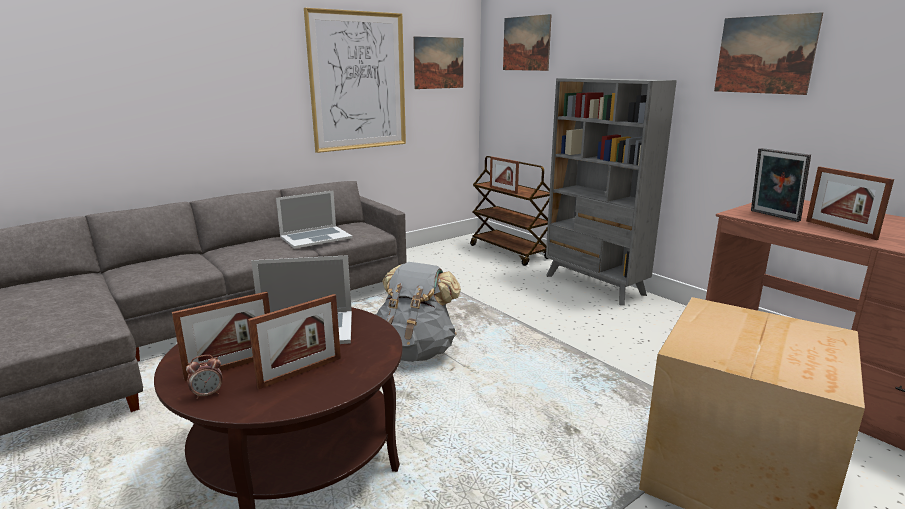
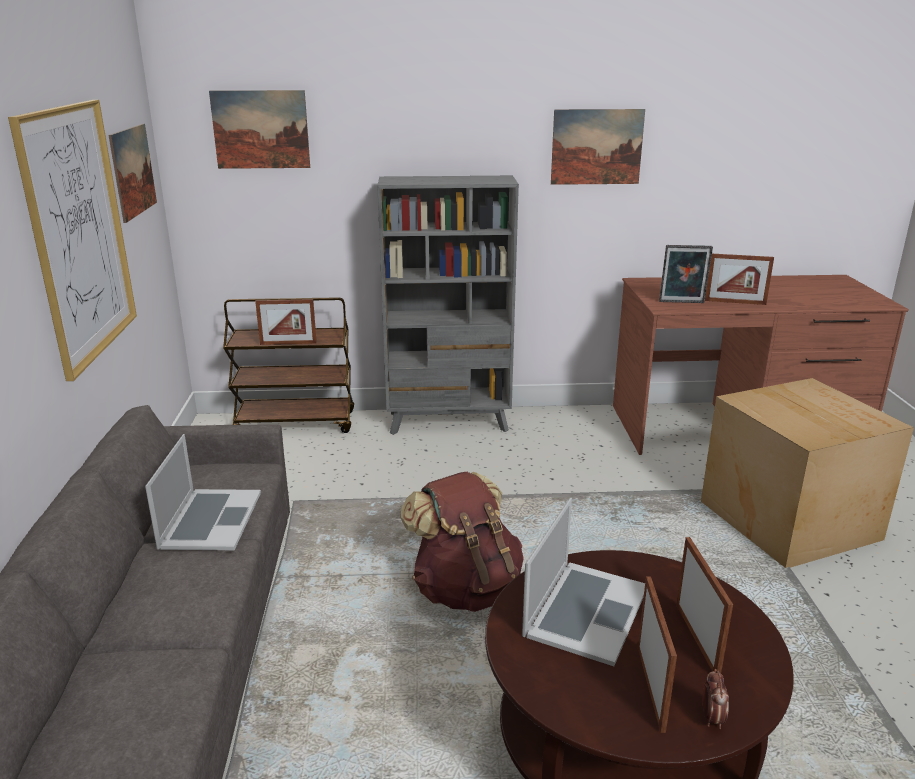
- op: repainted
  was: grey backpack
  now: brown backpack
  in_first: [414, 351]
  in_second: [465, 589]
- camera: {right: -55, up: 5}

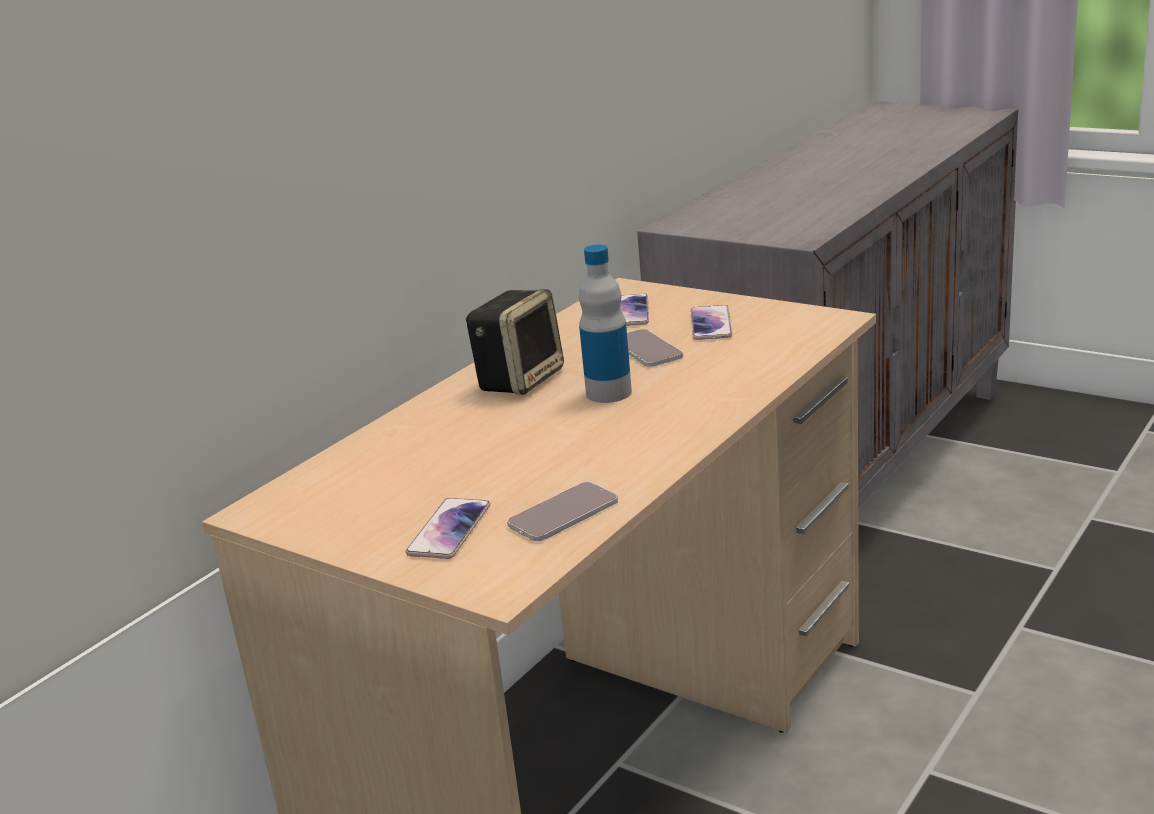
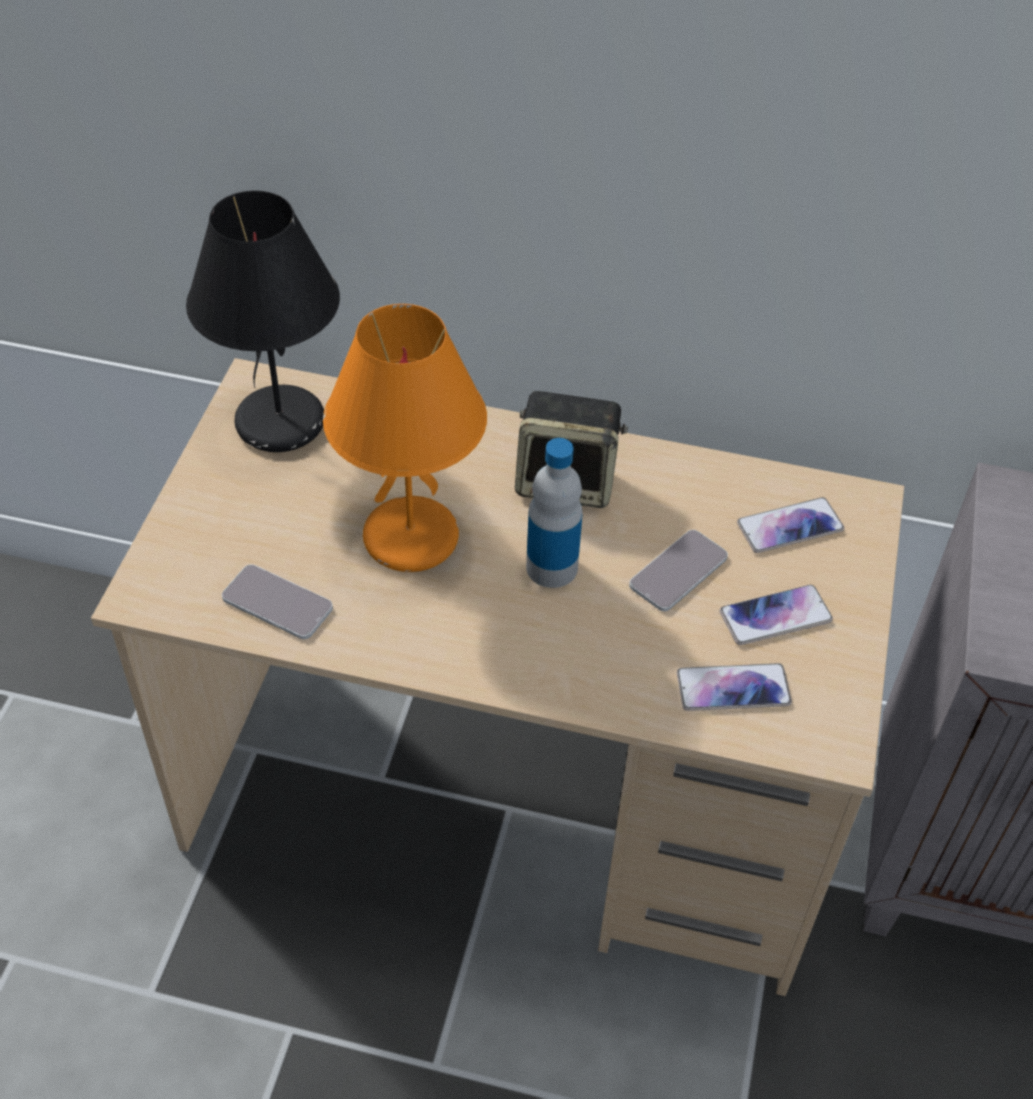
- op: new
  now: black table lamp
  in_second: [281, 424]
- op: new
  now: orange table lamp
  in_second: [412, 536]
- op: shifted
  was: phone
  in_first: [449, 530]
  in_second: [733, 688]
- camera: {right: 65, up: 25}

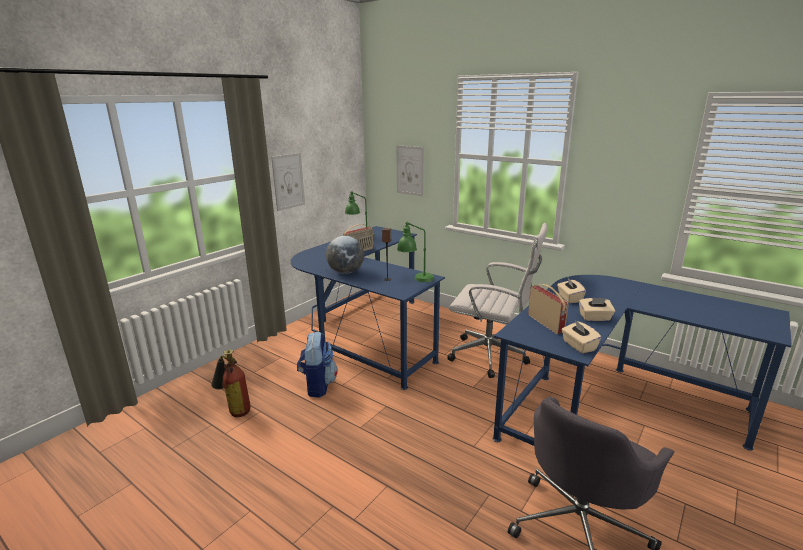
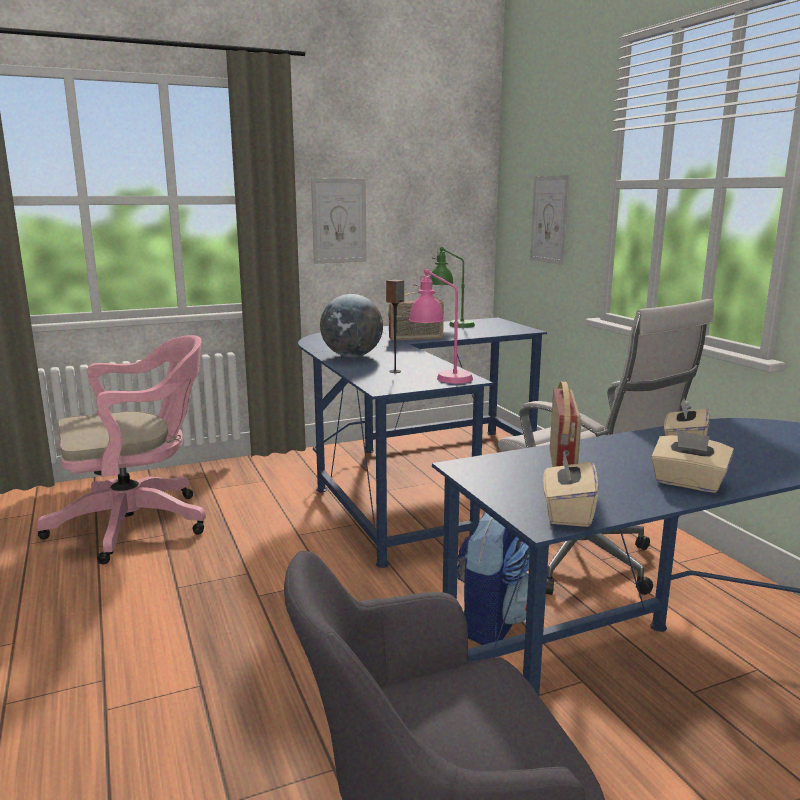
- op: shifted
  was: backpack
  in_first: [317, 386]
  in_second: [492, 622]
- op: swapped
  was: fire extinguisher
  now: pink office chair
  in_first: [234, 409]
  in_second: [139, 523]
- op: repainted
  was: green table lamp
  now: pink table lamp
  in_first: [415, 279]
  in_second: [439, 377]
- camera: {right: 30, up: -5}

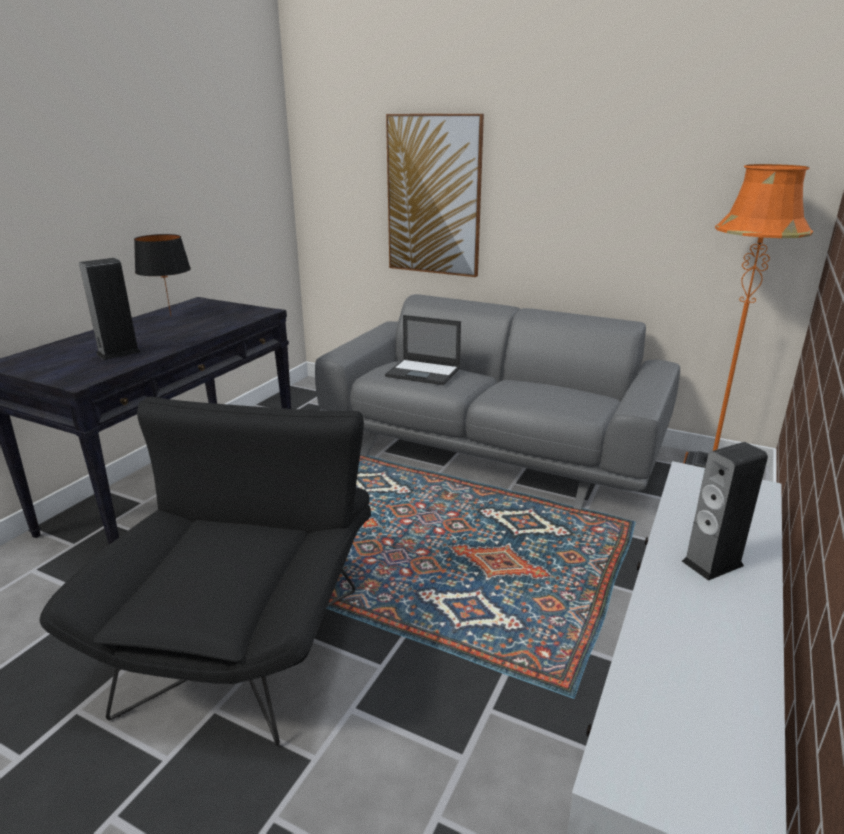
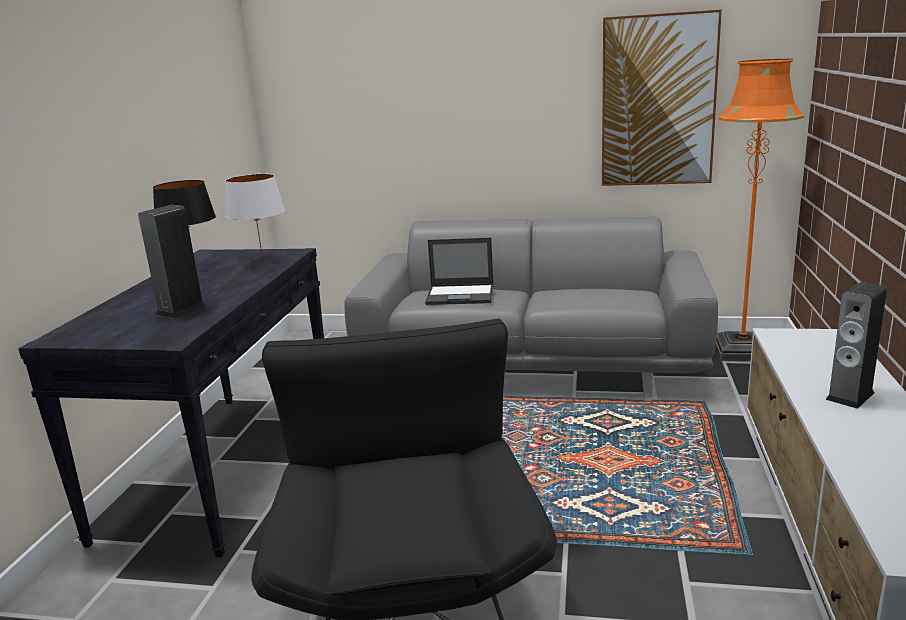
- op: new
  now: white table lamp
  in_second: [262, 263]
- op: shifted
  was: picture
  in_first: [434, 196]
  in_second: [658, 101]
- camera: {right: -15, up: -5}

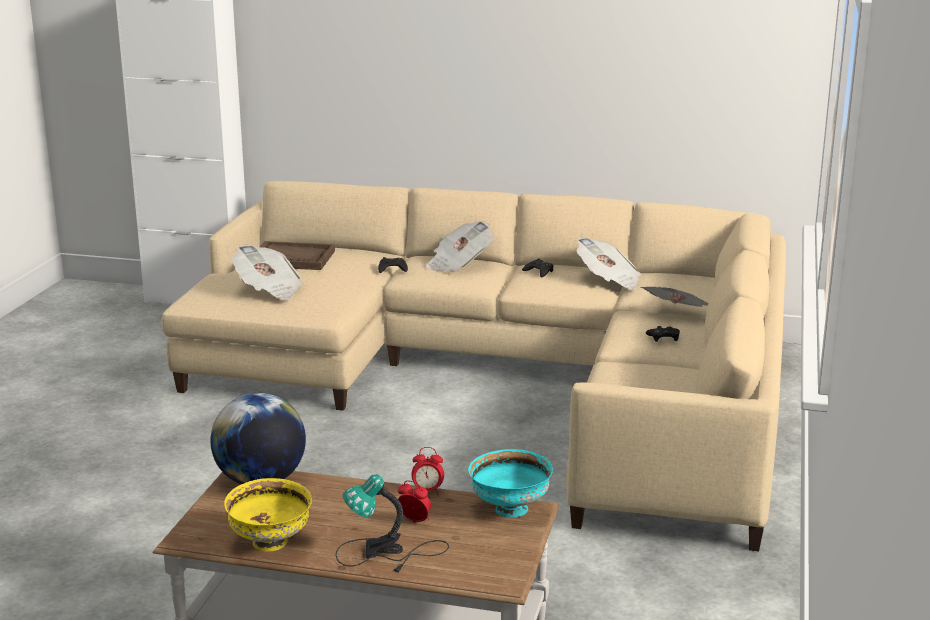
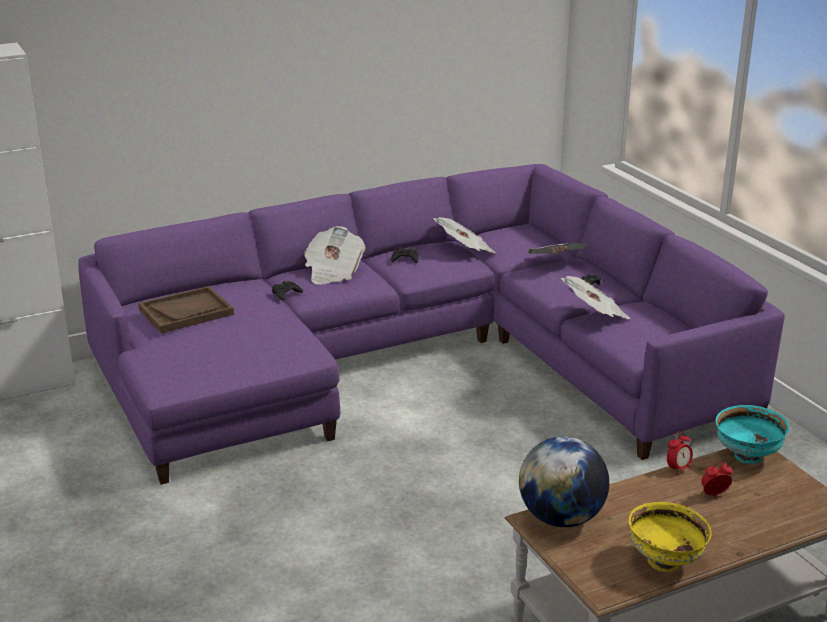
- op: gone
  was: table lamp
  in_first: [388, 553]
- op: shifted
  was: newspaper
  in_first: [269, 290]
  in_second: [594, 314]
- op: repainted
  was: beige sofa
  now: purple sofa
  in_first: [510, 381]
  in_second: [416, 362]
- camera: {right: -40, up: 5}

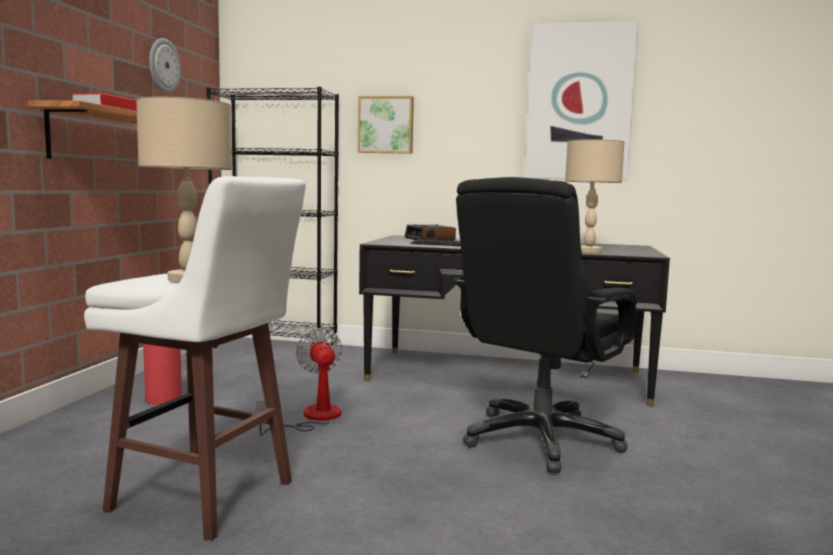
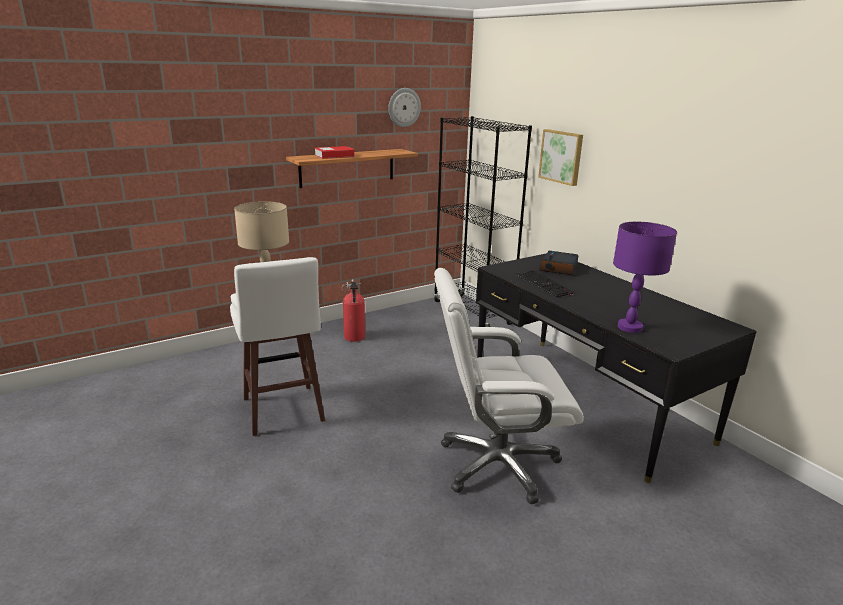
- op: gone
  was: fan
  in_first: [312, 418]
- op: gone
  was: picture
  in_first: [579, 103]
- op: repainted
  was: black office chair
  now: white office chair
  in_first: [540, 439]
  in_second: [496, 464]
- op: repainted
  was: beige table lamp
  now: purple table lamp
  in_first: [589, 251]
  in_second: [629, 327]
- camera: {right: 45, up: 15}

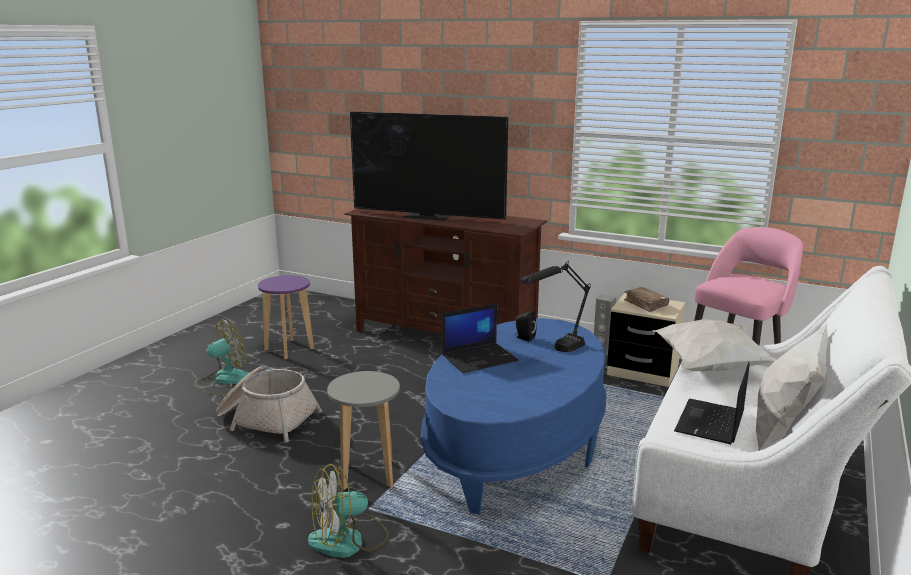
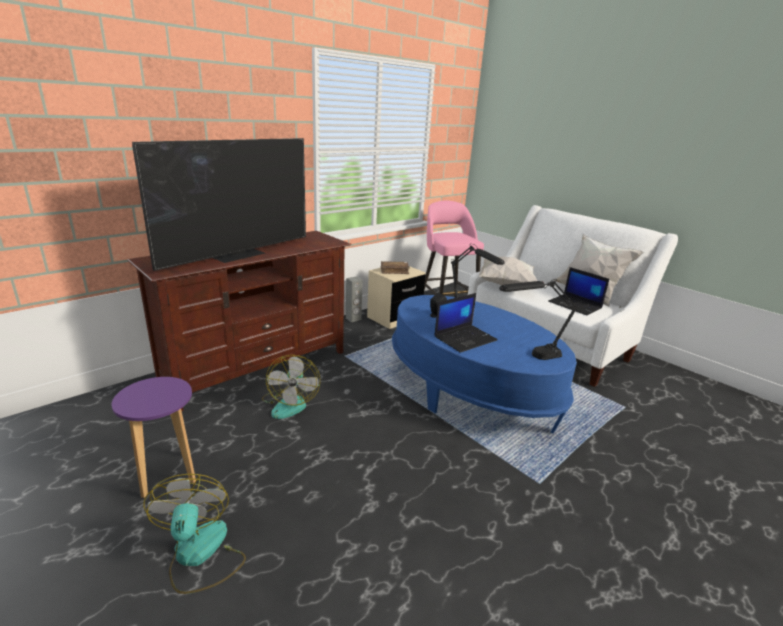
- op: gone
  was: basket
  in_first: [267, 418]
- op: gone
  was: grey stool
  in_first: [368, 475]
- op: new
  now: black table lamp
  in_second: [529, 357]
- op: shifted
  was: fan
  in_first: [349, 540]
  in_second: [290, 403]
- op: rotated
  was: laptop
  in_first: [480, 358]
  in_second: [465, 338]
  clockwise: 60
- camera: {right: -70, up: 5}

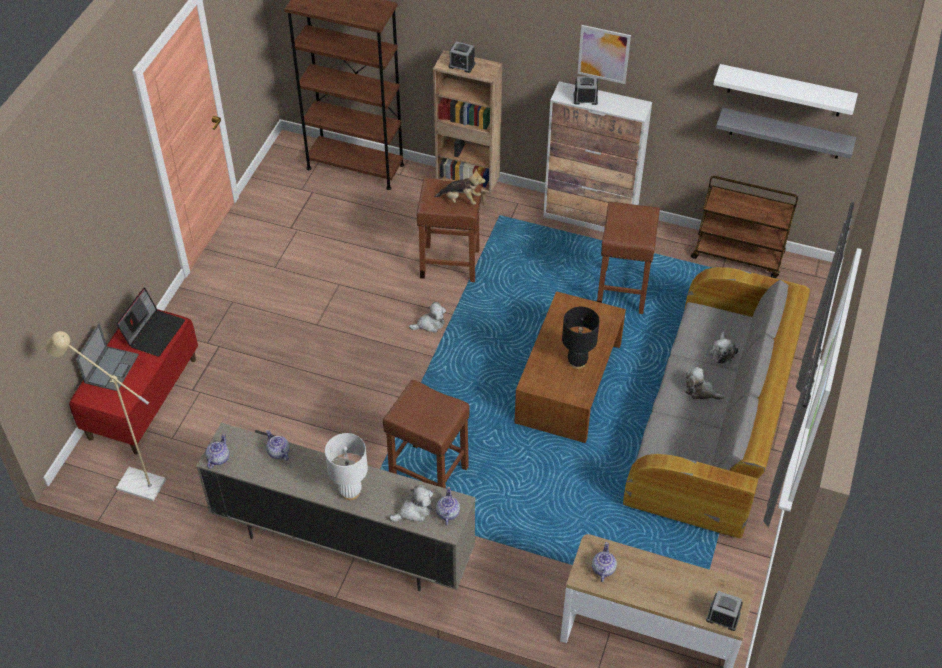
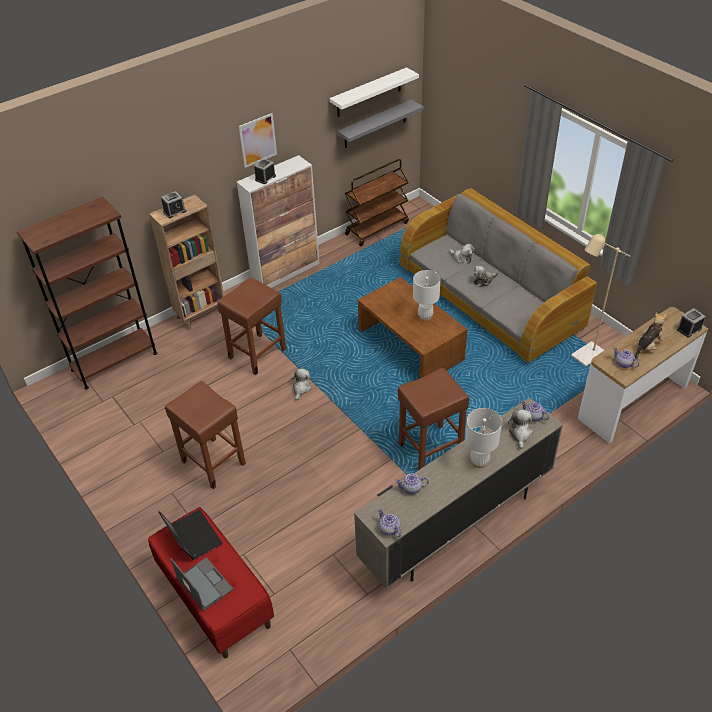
- op: shifted
  was: beige floor lamp
  in_first: [133, 482]
  in_second: [584, 357]
- op: shifted
  was: plush toy
  in_first: [461, 200]
  in_second: [647, 347]
- op: shifted
  was: brown stool
  in_first: [622, 290]
  in_second: [212, 462]
- op: repainted
  was: black table lamp
  now: white table lamp
  in_first: [577, 362]
  in_second: [425, 316]
- camera: {right: -55, up: -5}

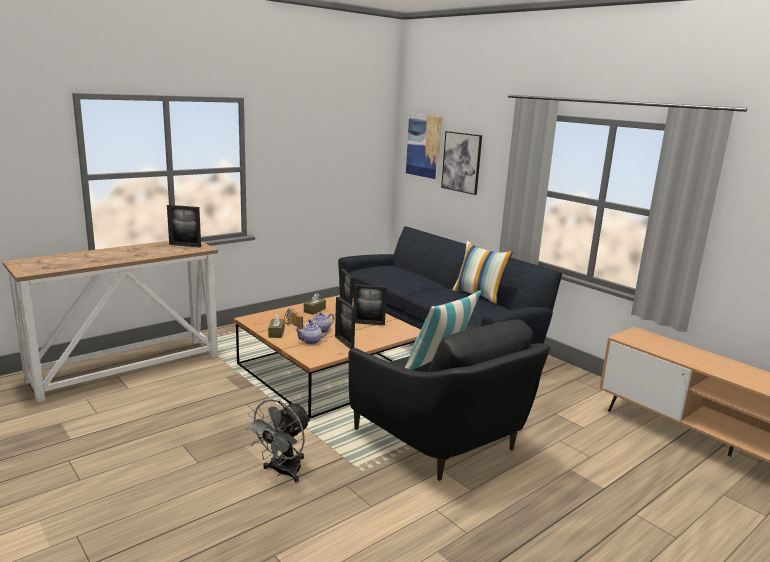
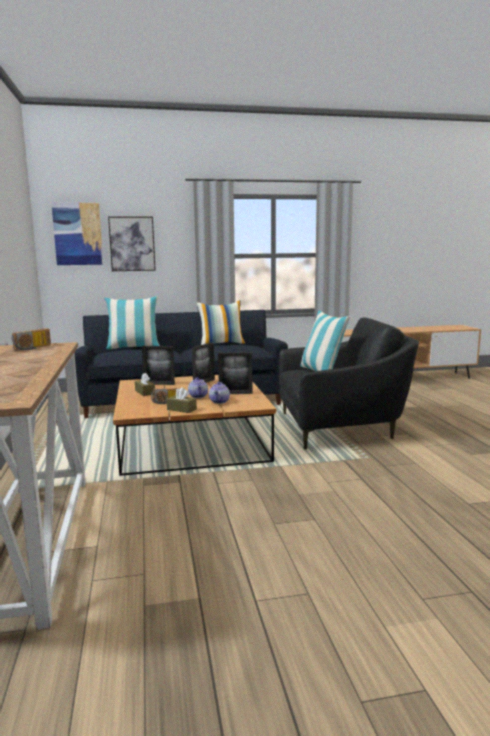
- op: gone
  was: grey fan
  in_first: [282, 472]
- op: new
  now: pillow
  in_second: [134, 348]
- op: swapped
  was: picture frame
  now: radio
  in_first: [185, 245]
  in_second: [33, 348]
- camera: {right: -60, up: -5}

